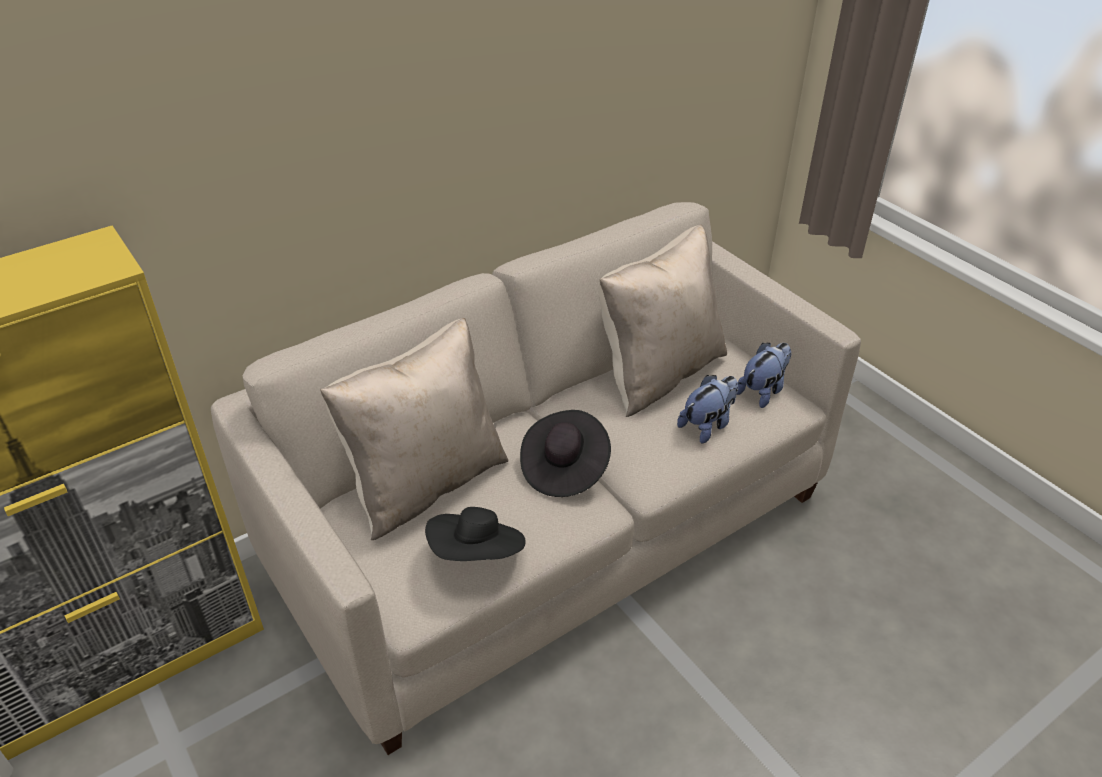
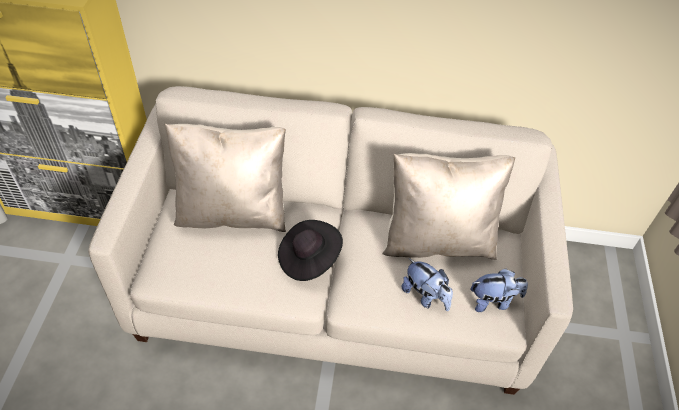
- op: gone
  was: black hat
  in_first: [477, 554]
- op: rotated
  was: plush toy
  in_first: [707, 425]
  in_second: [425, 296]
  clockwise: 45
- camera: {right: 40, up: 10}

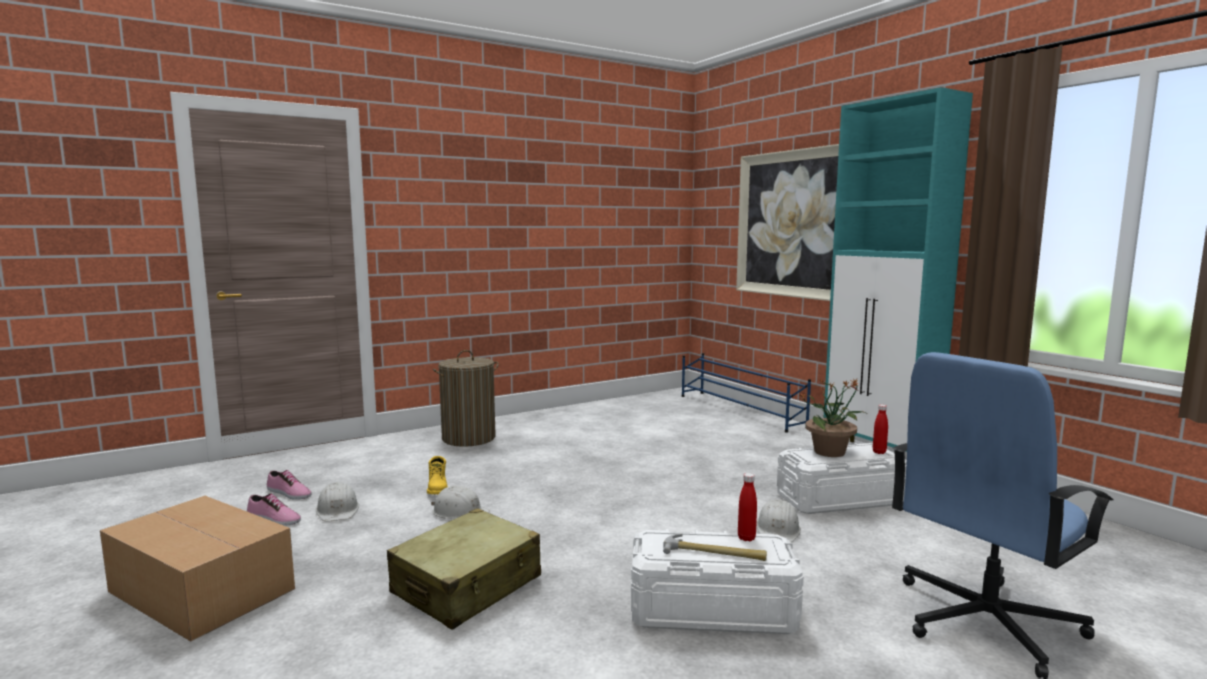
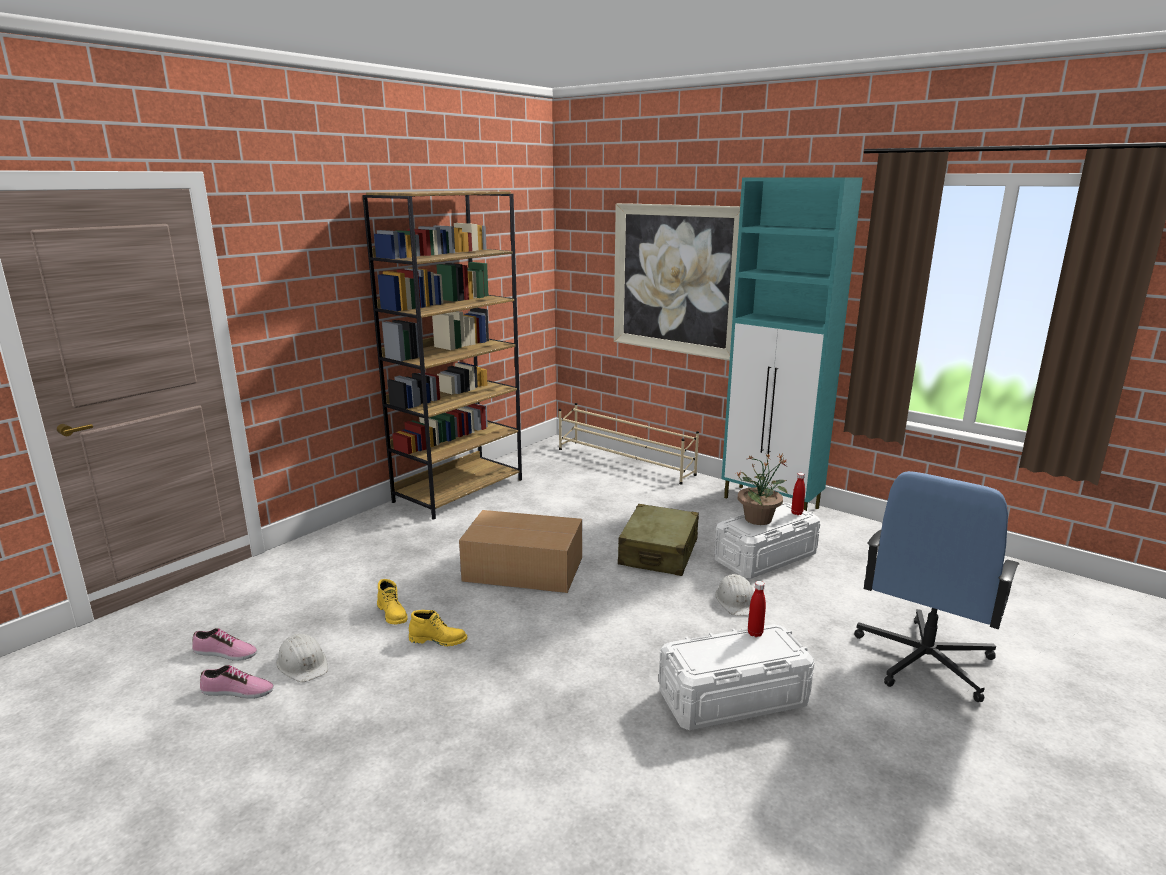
- op: gone
  was: laundry basket
  in_first: [469, 438]
- op: gone
  was: hammer
  in_first: [714, 553]
- op: new
  now: brown bookcase
  in_second: [459, 490]
- op: shifted
  was: cardboard box
  in_first: [201, 589]
  in_second: [522, 568]
- op: shifted
  was: beige suitcase
  in_first: [467, 586]
  in_second: [659, 552]
- op: swapped
  was: white hard hat
  now: yellow boot
  in_first: [460, 512]
  in_second: [439, 640]
- op: repainted
  was: blue shoe rack
  now: beige shoe rack
  in_first: [740, 411]
  in_second: [625, 462]
- camera: {right: -20, up: 10}

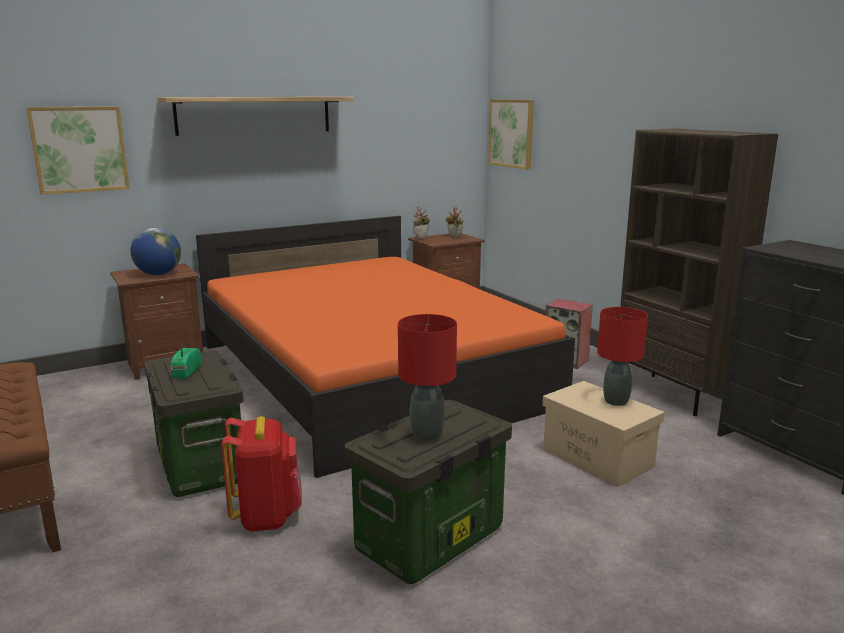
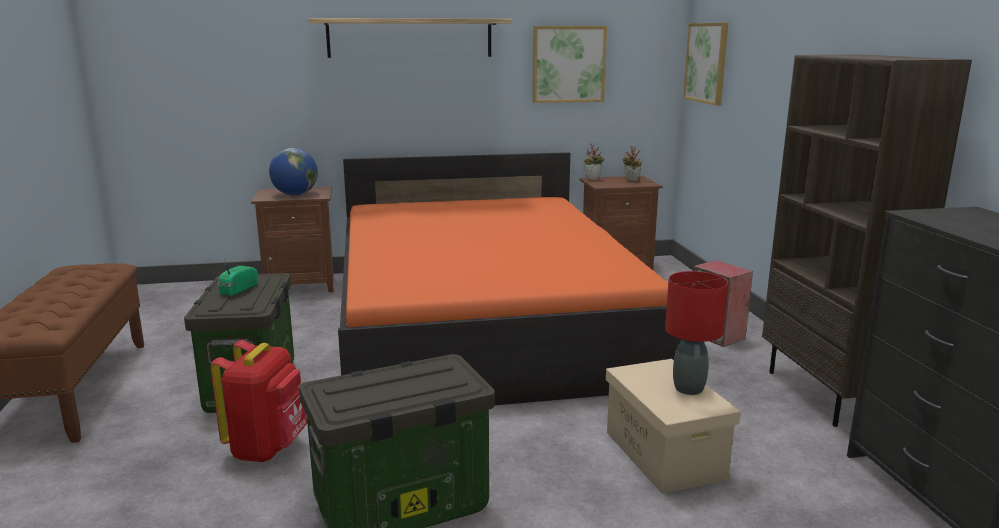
- op: gone
  was: red table lamp
  in_first: [426, 434]
- op: shifted
  was: picture
  in_first: [79, 149]
  in_second: [568, 64]
- camera: {right: 20, up: 0}

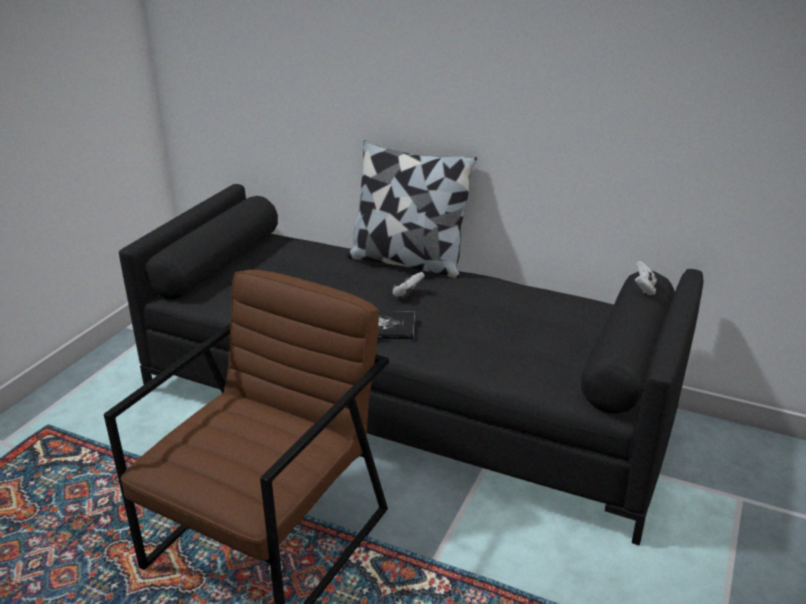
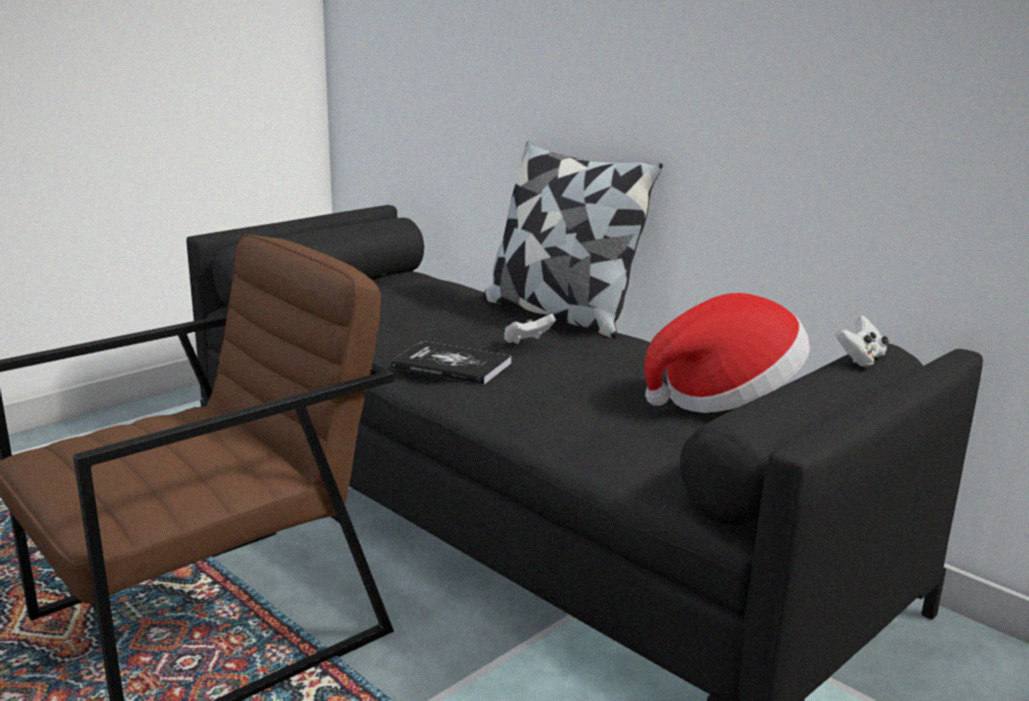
- op: new
  now: hat
  in_second: [725, 399]
- camera: {right: 20, up: -10}

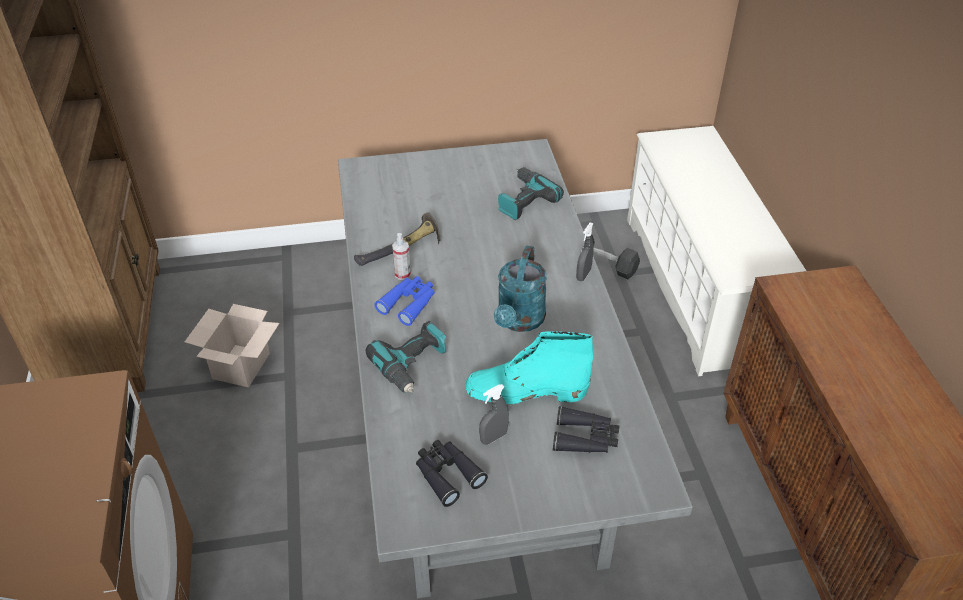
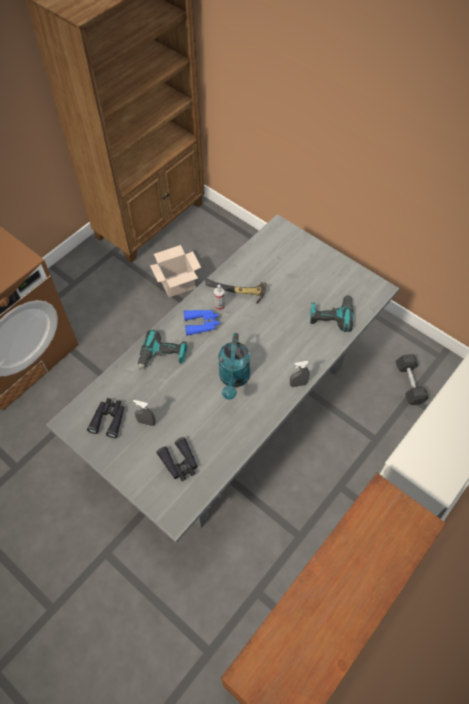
- op: gone
  was: turquoise boot
  in_first: [525, 391]
- op: rotated
  was: turquoise watering can
  in_first: [519, 321]
  in_second: [234, 379]
  clockwise: -60
- camera: {right: 50, up: 15}

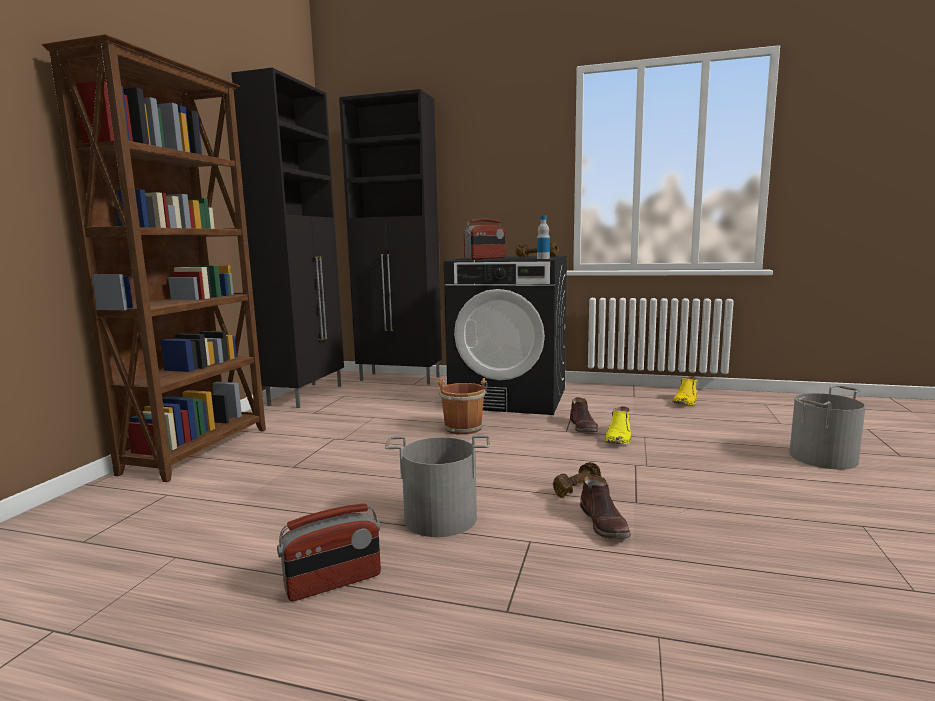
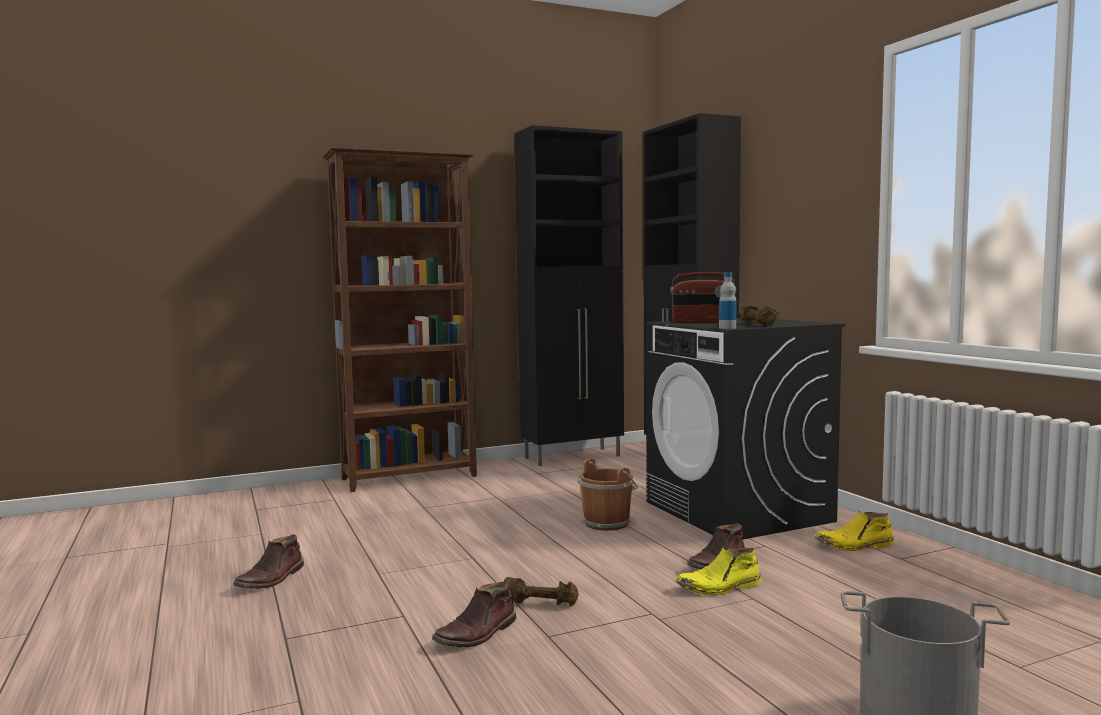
- op: gone
  was: grey bucket
  in_first: [440, 517]
- op: shifted
  was: yellow boot
  in_first: [686, 401]
  in_second: [855, 546]
- op: swapped
  was: radio
  now: brown boot
  in_first: [333, 583]
  in_second: [271, 579]
- camera: {right: 50, up: -5}

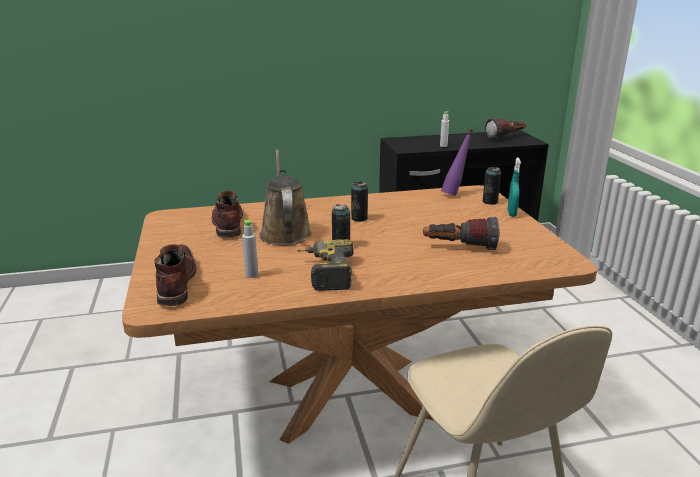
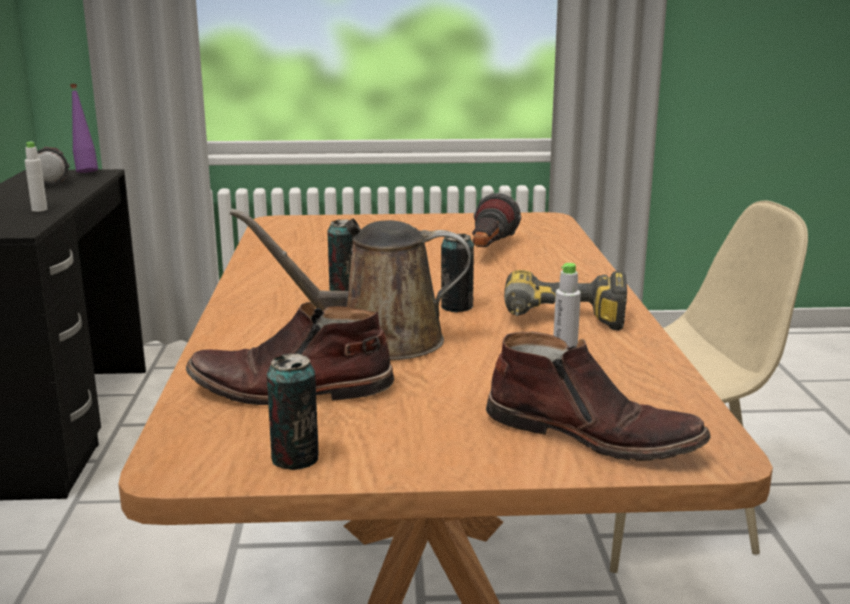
- op: gone
  was: turquoise spray bottle
  in_first: [511, 213]
- op: shifted
  was: purple bottle
  in_first: [455, 194]
  in_second: [86, 172]
- op: shifted
  was: can
  in_first: [490, 202]
  in_second: [295, 459]
- op: rotated
  was: brown boot
  in_first: [175, 282]
  in_second: [592, 435]
  clockwise: -150
- camera: {right: -80, up: -5}

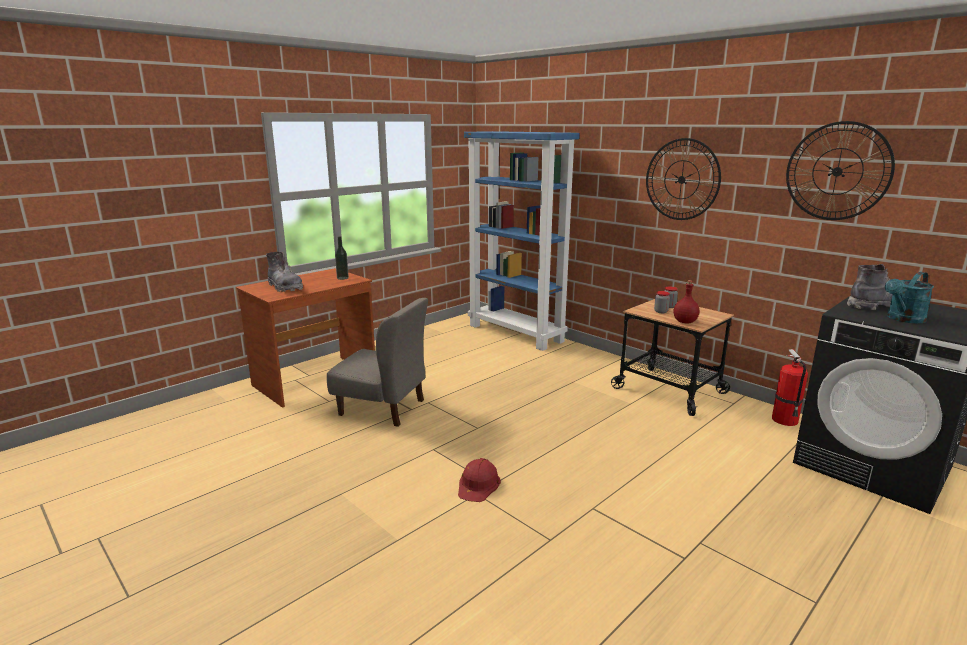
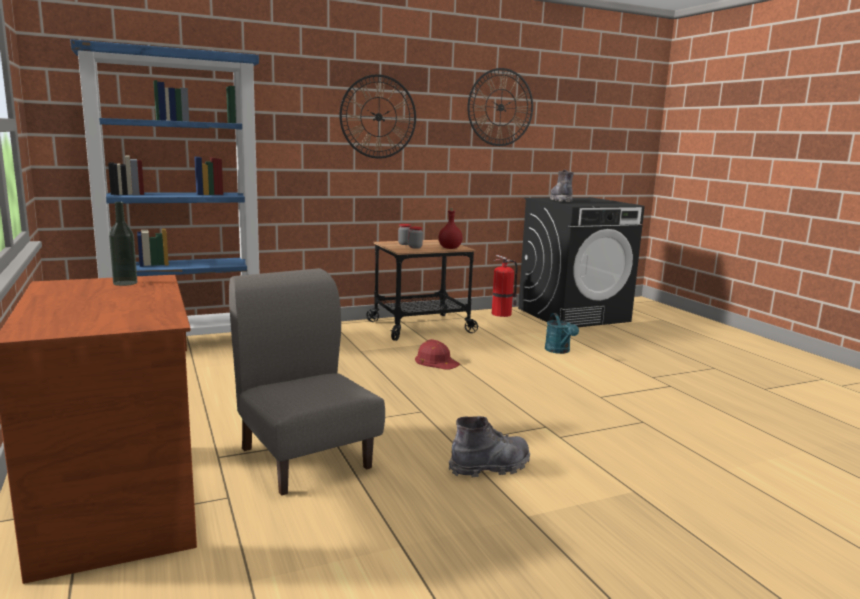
- op: shifted
  was: grey boot
  in_first: [285, 287]
  in_second: [490, 467]
- op: shifted
  was: red hard hat
  in_first: [478, 484]
  in_second: [436, 361]
- op: shifted
  was: turquoise watering can
  in_first: [903, 319]
  in_second: [559, 351]
- op: rotated
  was: grey chair
  in_first: [382, 407]
  in_second: [305, 457]
  clockwise: -75
- camera: {right: -70, up: -5}

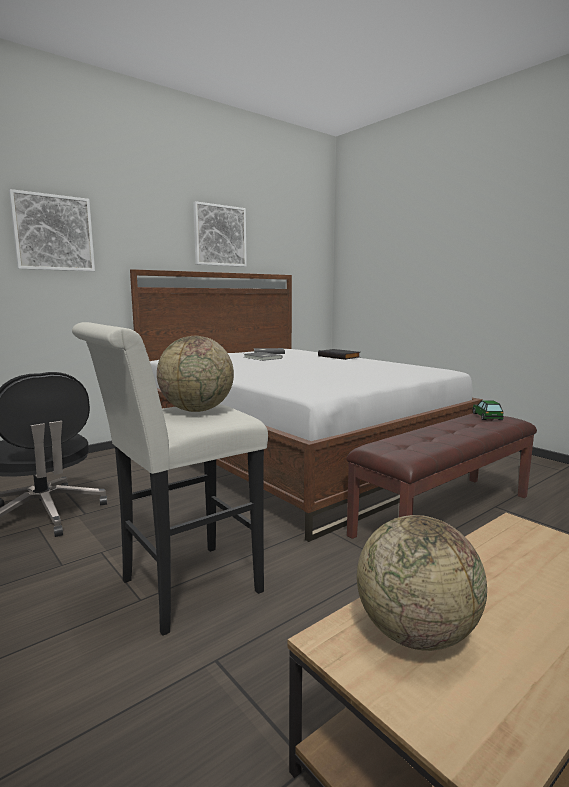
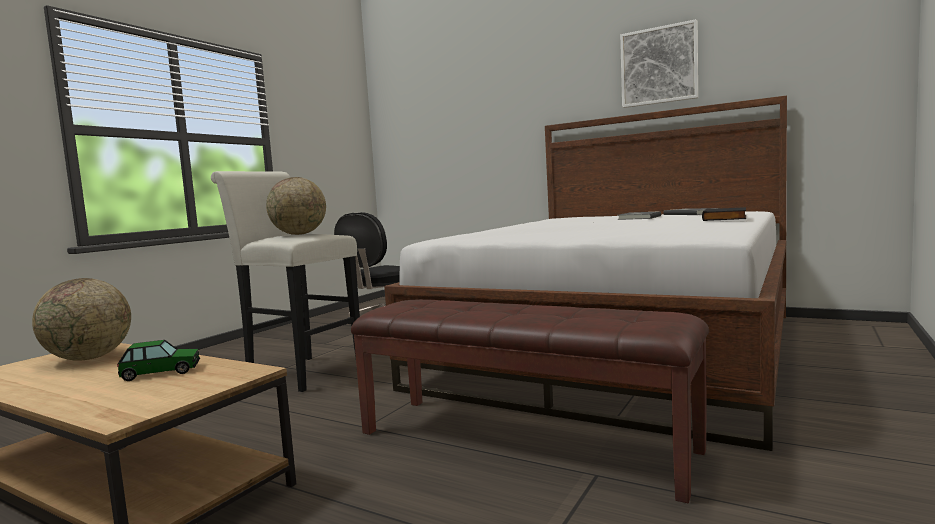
- op: gone
  was: picture
  in_first: [53, 233]
- op: shifted
  was: toy car
  in_first: [487, 416]
  in_second: [161, 372]
- camera: {right: 70, up: -5}

